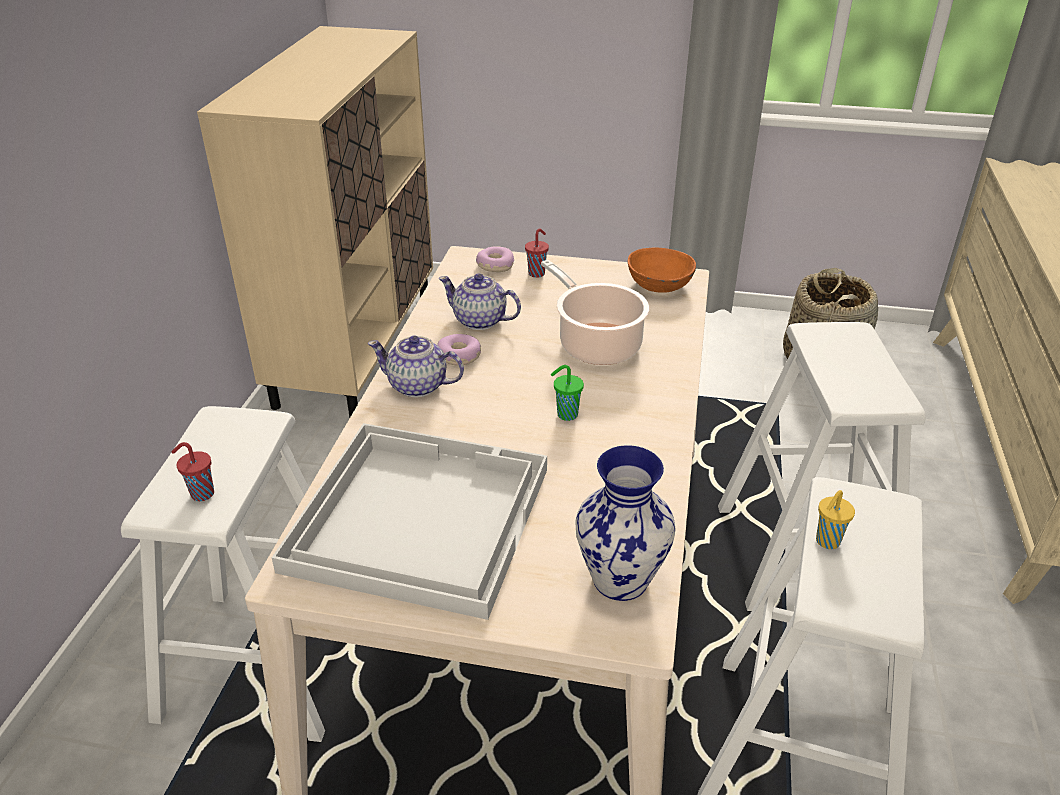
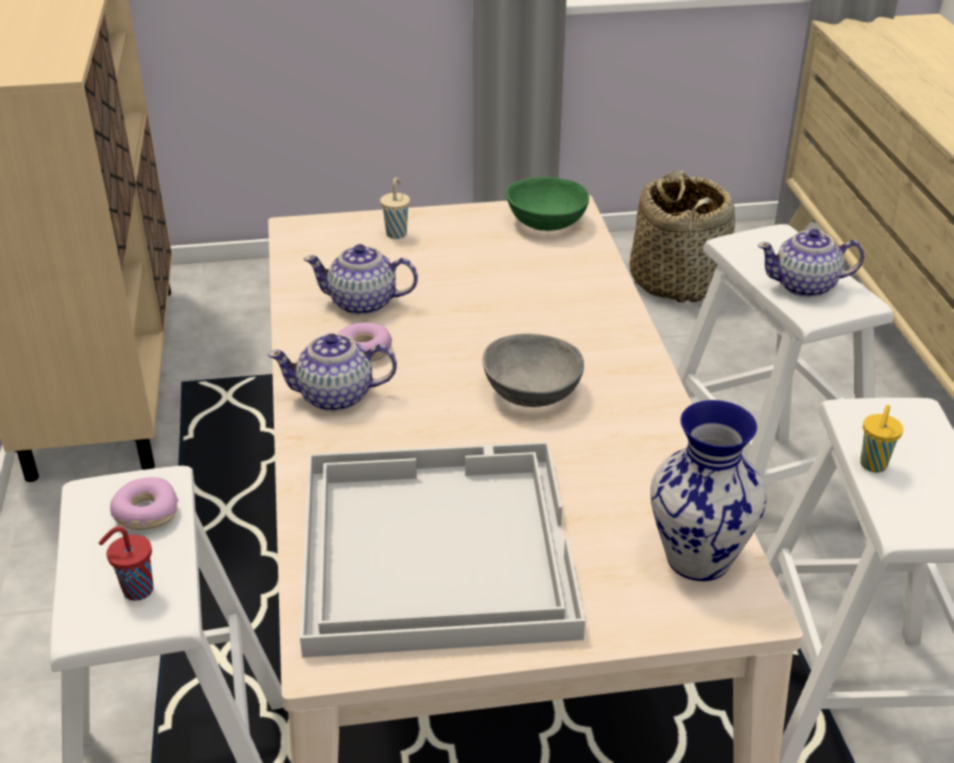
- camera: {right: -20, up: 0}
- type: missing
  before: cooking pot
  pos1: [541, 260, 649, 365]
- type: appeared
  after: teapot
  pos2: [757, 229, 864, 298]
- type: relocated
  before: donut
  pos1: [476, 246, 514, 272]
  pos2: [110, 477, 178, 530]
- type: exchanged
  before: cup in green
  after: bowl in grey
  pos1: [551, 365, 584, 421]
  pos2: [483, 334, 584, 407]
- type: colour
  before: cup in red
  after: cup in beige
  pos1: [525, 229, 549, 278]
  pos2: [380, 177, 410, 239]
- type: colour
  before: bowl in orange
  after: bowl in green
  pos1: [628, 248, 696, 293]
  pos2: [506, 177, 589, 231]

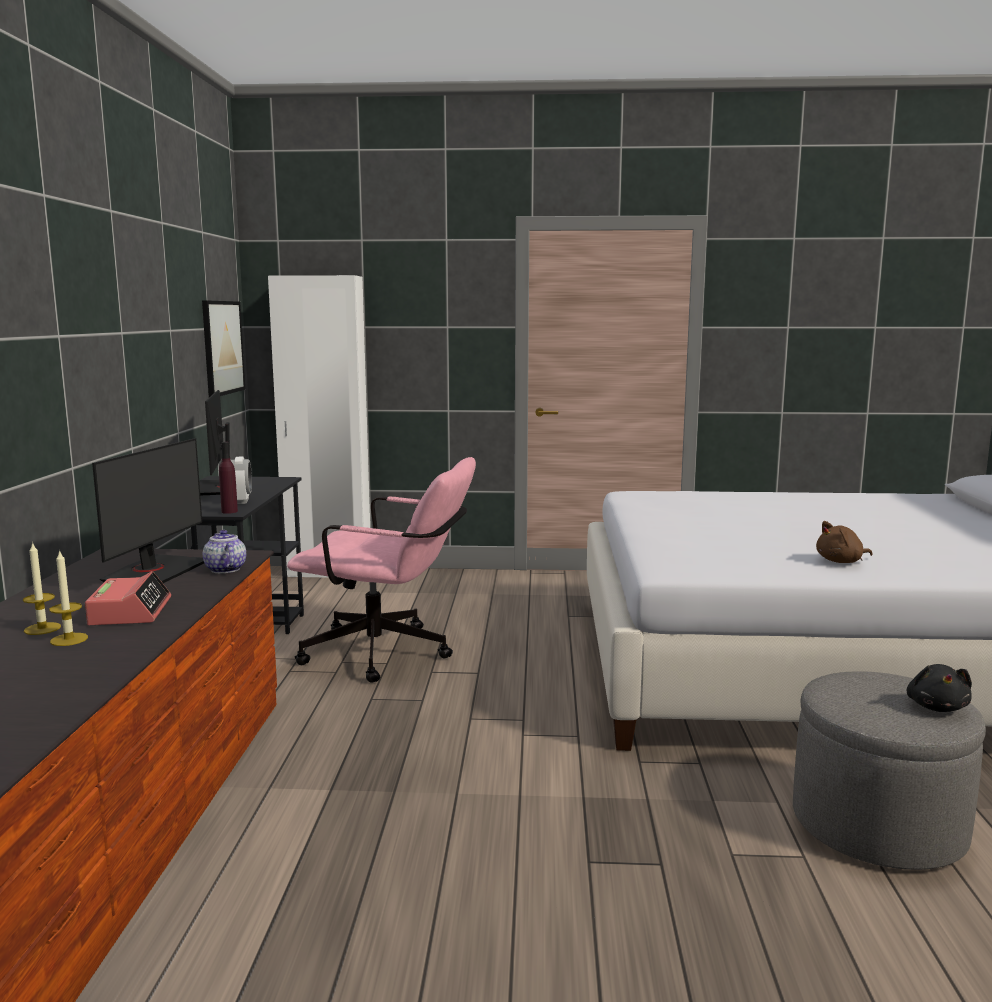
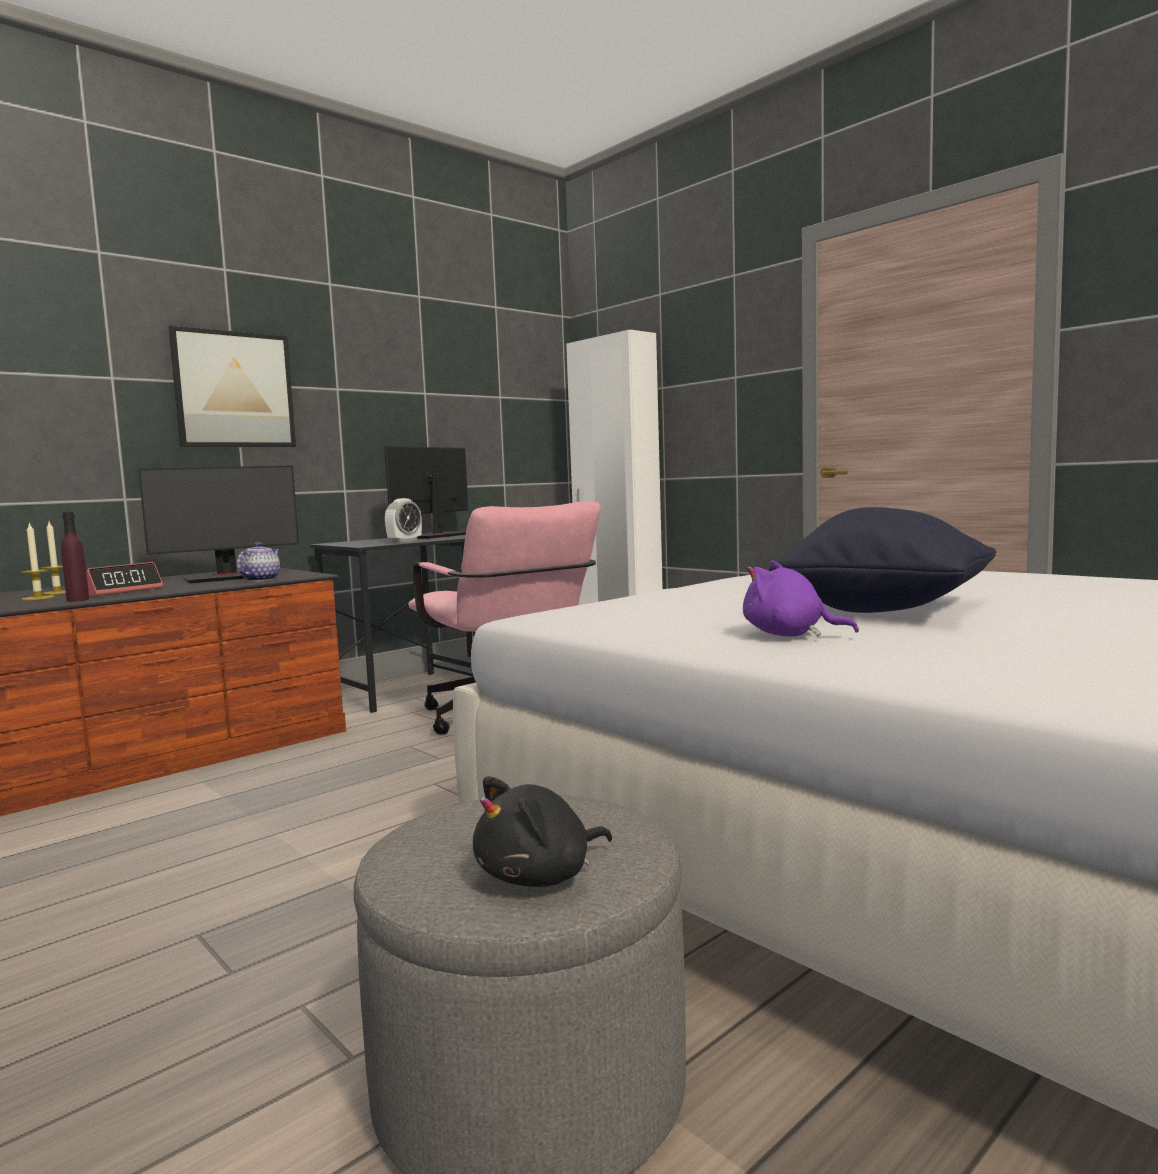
- camera: {right: 45, up: -5}
- type: appeared
  after: pillow in black
  pos2: [769, 507, 996, 613]
- type: relocated
  before: picture
  pos1: [202, 300, 245, 397]
  pos2: [169, 326, 296, 447]
- type: relocated
  before: bottle in purple
  pos1: [219, 442, 238, 514]
  pos2: [61, 512, 89, 602]
- type: colour
  before: plush toy in brown
  after: plush toy in purple
  pos1: [816, 521, 873, 563]
  pos2: [743, 560, 859, 636]

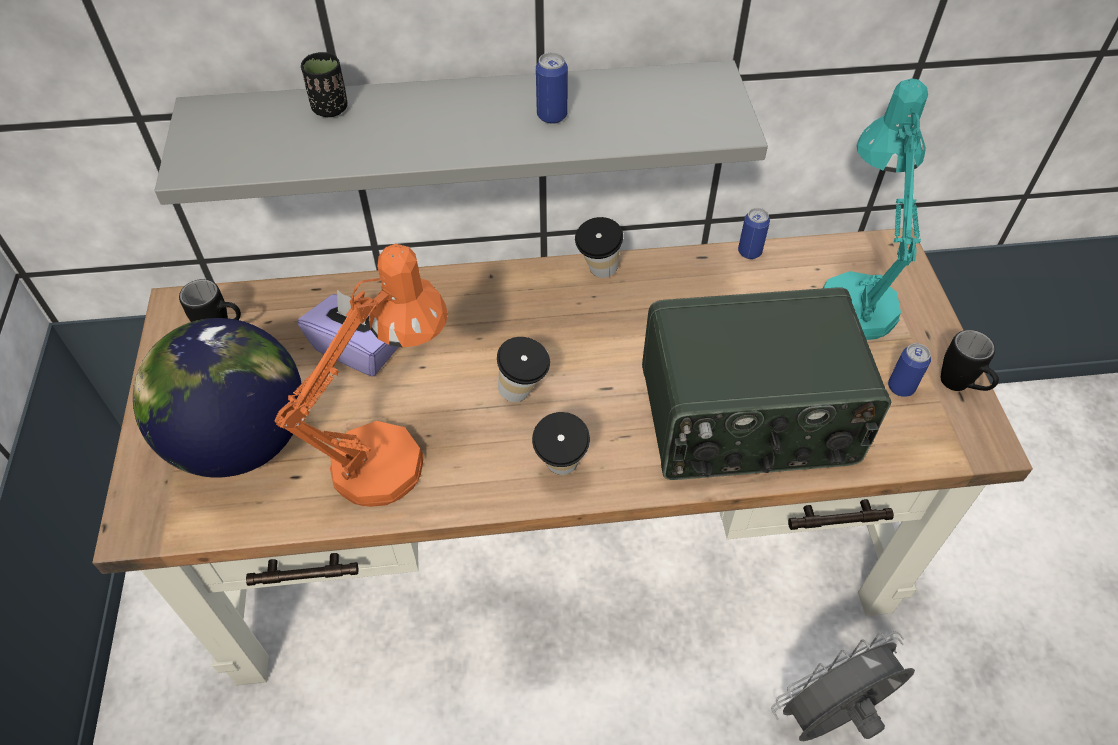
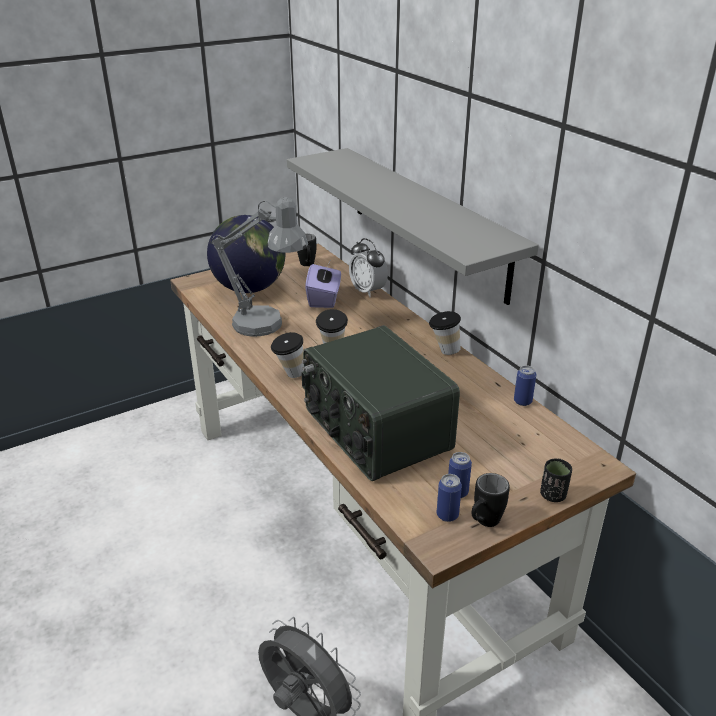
- camera: {right: 65, up: -20}
- type: missing
  before: table lamp in turquoise
  pos1: [823, 78, 928, 340]
- type: appeared
  after: alarm clock
  pos2: [349, 238, 388, 297]
- type: relocated
  before: cup in black
  pos1: [301, 52, 348, 117]
  pos2: [540, 459, 572, 502]
- type: relocated
  before: can
  pos1: [536, 52, 568, 124]
  pos2: [437, 474, 462, 522]
- type: colour
  before: table lamp in orange
  after: table lamp in grey
  pos1: [274, 244, 448, 507]
  pos2: [211, 197, 308, 337]

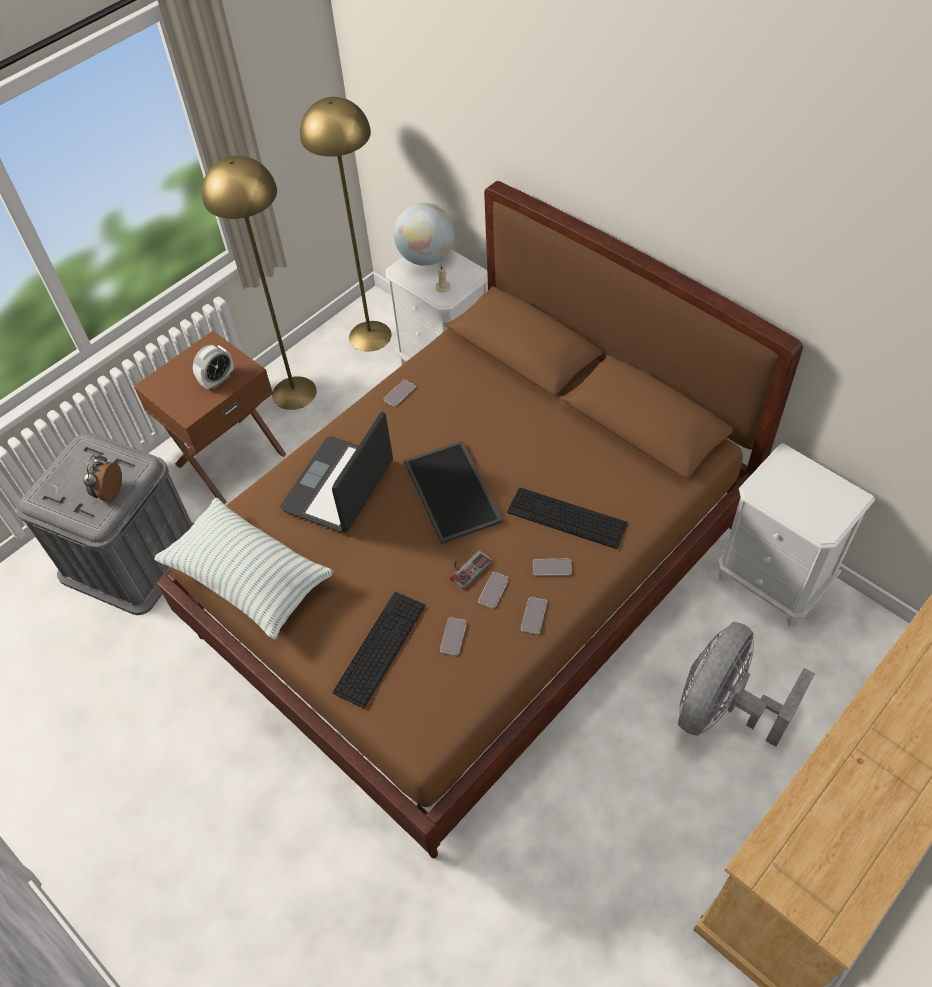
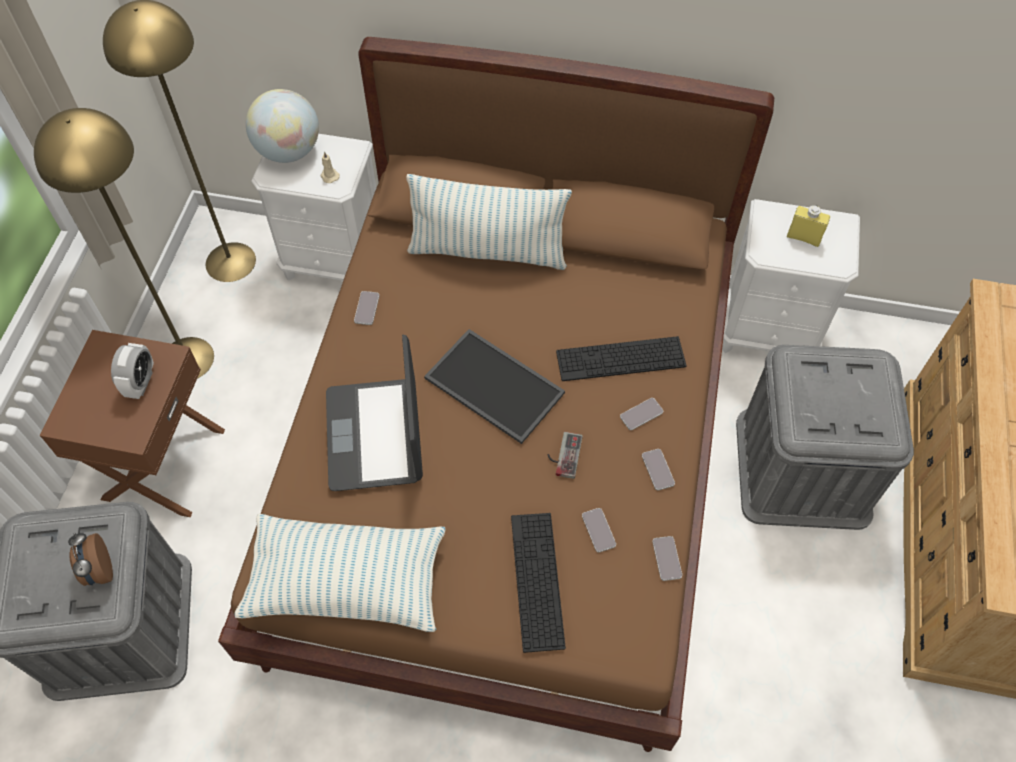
- camera: {right: -35, up: 5}
- type: appeared
  after: pillow
  pos2: [406, 174, 572, 270]
- type: appeared
  after: bottle in yellow
  pos2: [787, 205, 830, 247]
- type: relocated
  before: phone
  pos1: [478, 572, 509, 609]
  pos2: [652, 536, 682, 581]
- type: exchanged
  before: fan in grey
  after: storage box in grey
  pos1: [678, 622, 815, 747]
  pos2: [736, 345, 914, 530]

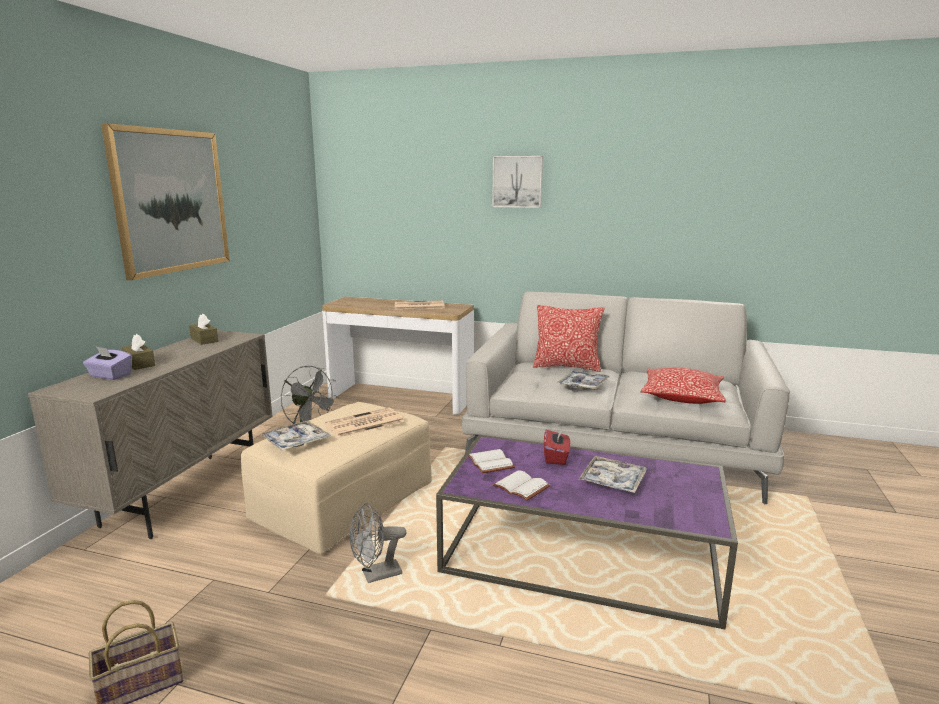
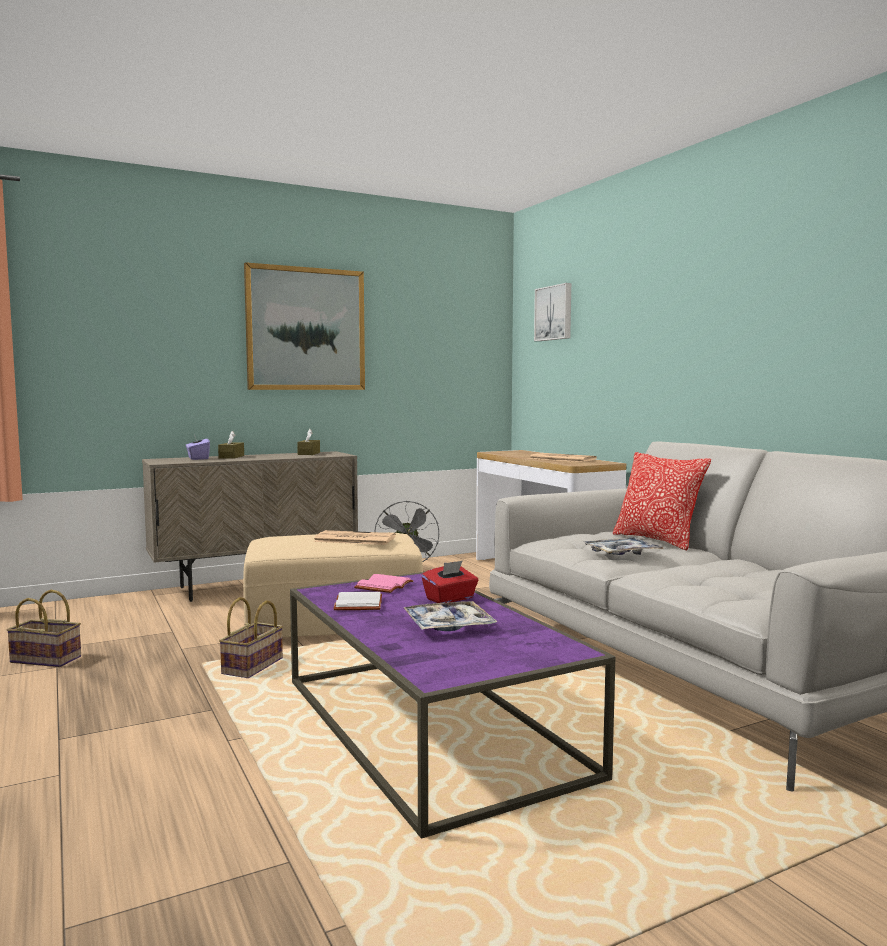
- camera: {right: 45, up: -10}
- type: missing
  before: tray
  pos1: [260, 421, 330, 450]
- type: missing
  before: pillow
  pos1: [640, 368, 726, 404]
- type: relocated
  before: picture
  pos1: [492, 156, 543, 208]
  pos2: [534, 283, 571, 341]
- type: exchanged
  before: fan in grey
  after: basket
  pos1: [350, 503, 406, 583]
  pos2: [219, 597, 283, 678]
- type: colour
  before: book in white
  after: book in pink
  pos1: [468, 449, 515, 473]
  pos2: [354, 574, 414, 593]

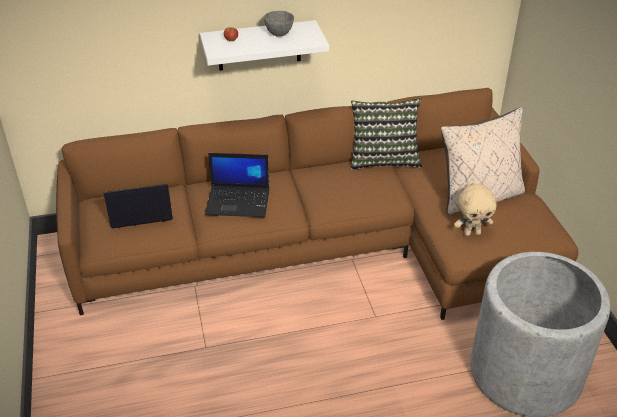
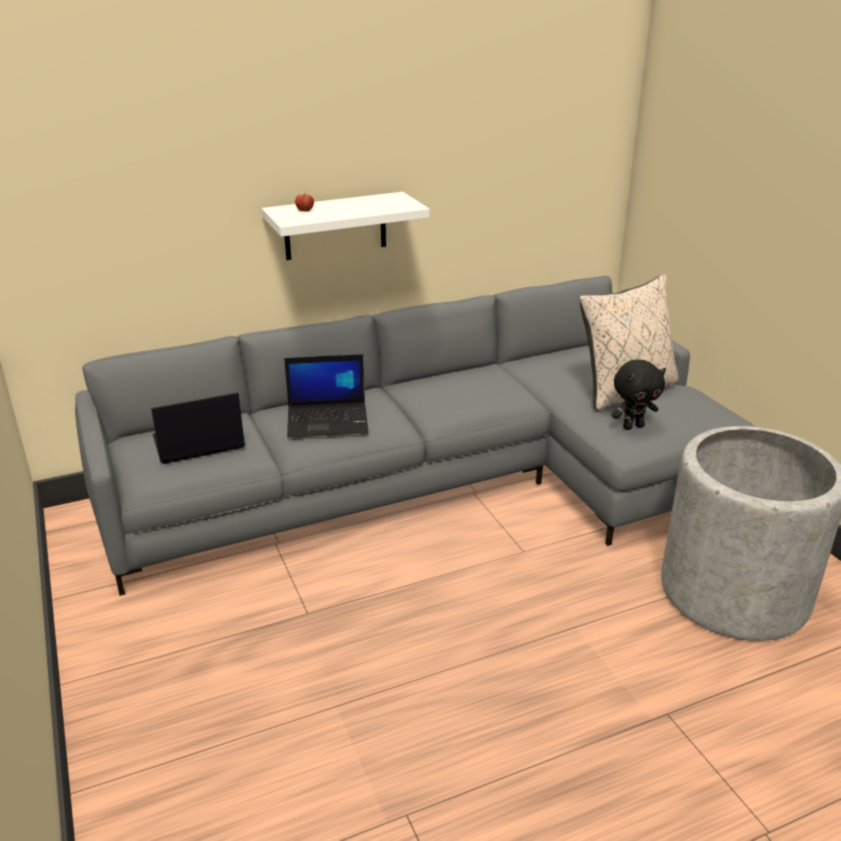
- camera: {right: -10, up: -10}
- type: missing
  before: bowl in grey
  pos1: [264, 11, 294, 37]
- type: missing
  before: pillow
  pos1: [351, 98, 422, 170]
- type: colour
  before: sofa in brown
  after: sofa in grey
  pos1: [56, 88, 578, 320]
  pos2: [75, 276, 755, 596]
- type: colour
  before: plush toy in beige
  after: plush toy in black
  pos1: [454, 184, 498, 236]
  pos2: [612, 360, 666, 430]

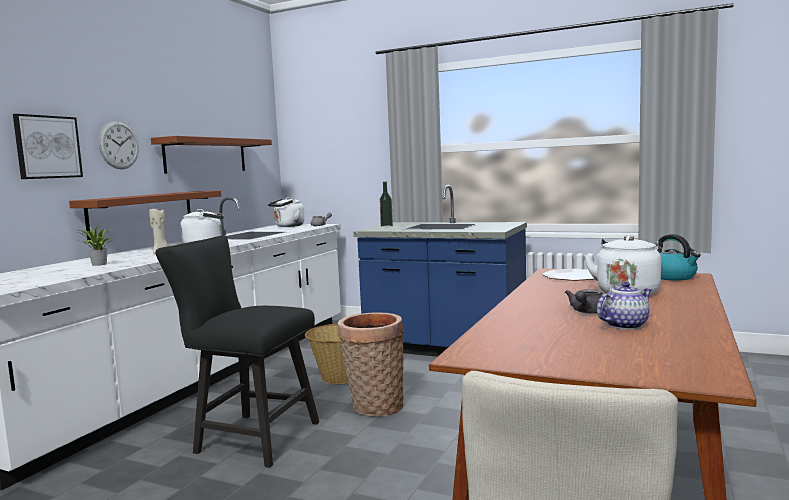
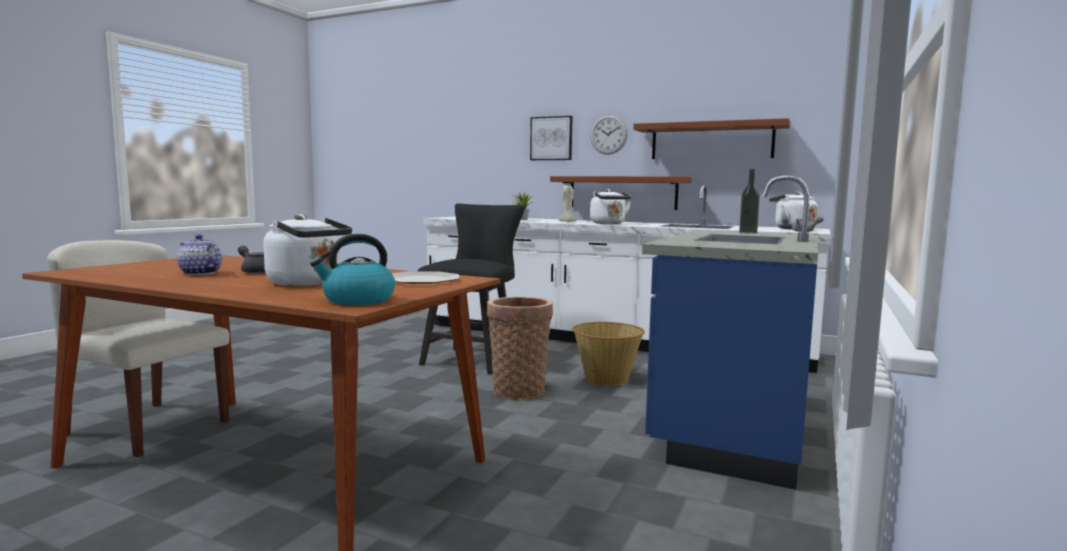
- camera: {right: 90, up: 0}
- type: spun
  before: teapot
  pos1: [597, 282, 652, 330]
  pos2: [177, 235, 222, 275]
  turn: 150

